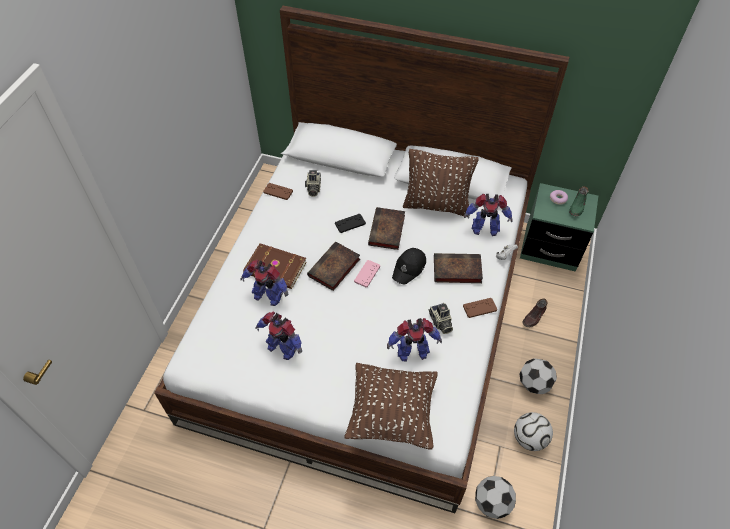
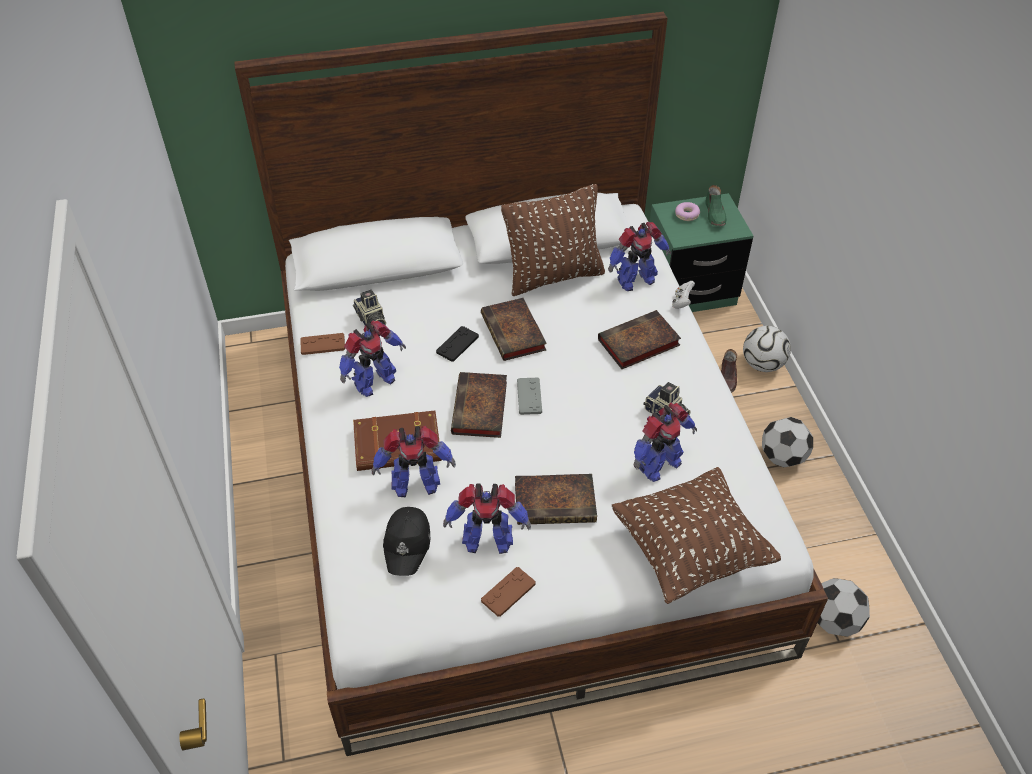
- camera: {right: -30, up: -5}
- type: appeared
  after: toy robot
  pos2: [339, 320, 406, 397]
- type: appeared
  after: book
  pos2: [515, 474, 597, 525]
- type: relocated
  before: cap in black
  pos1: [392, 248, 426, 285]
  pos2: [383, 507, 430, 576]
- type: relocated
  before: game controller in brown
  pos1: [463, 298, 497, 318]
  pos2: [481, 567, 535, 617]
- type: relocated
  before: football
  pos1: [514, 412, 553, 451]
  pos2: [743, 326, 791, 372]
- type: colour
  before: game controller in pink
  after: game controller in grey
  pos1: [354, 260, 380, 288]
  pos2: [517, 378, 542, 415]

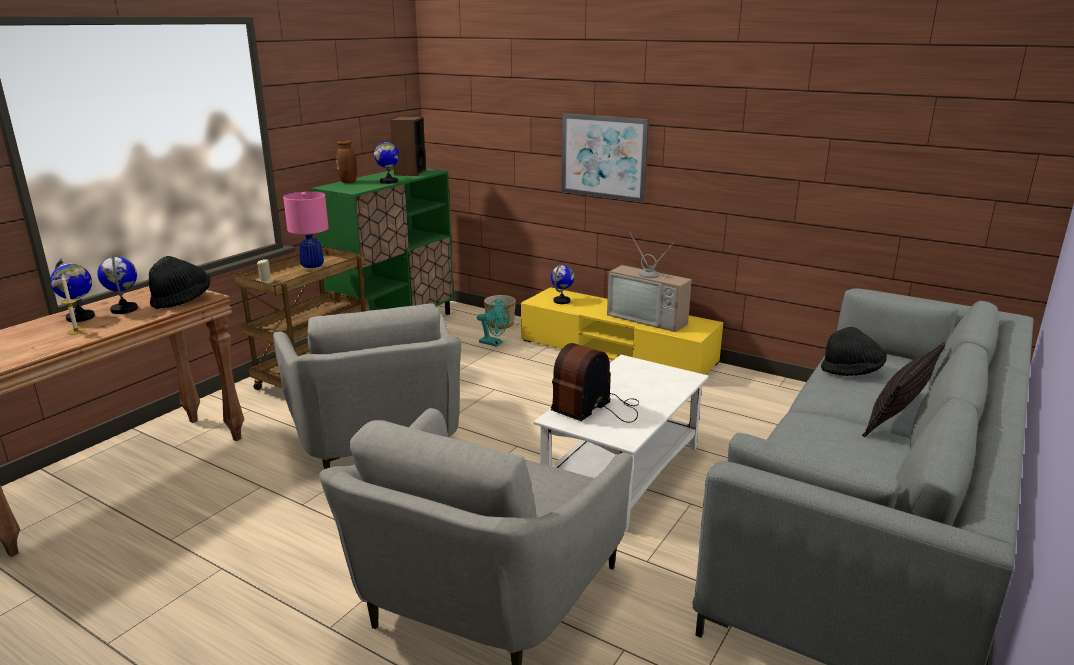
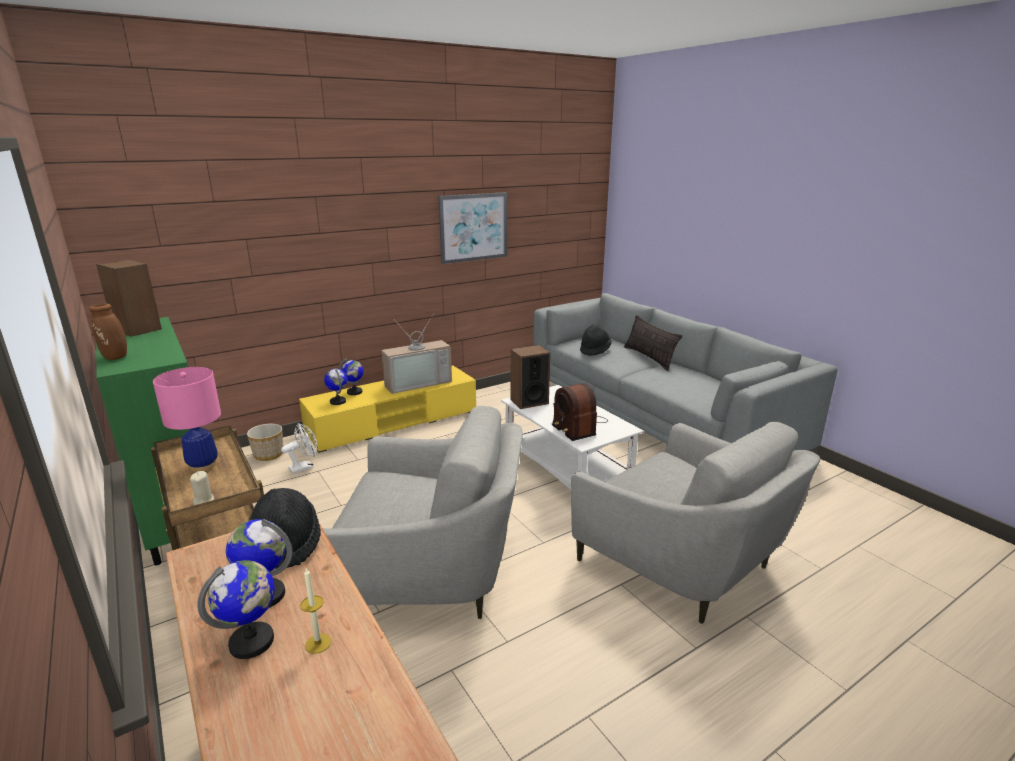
- camera: {right: -65, up: 0}
- type: appeared
  after: speaker
  pos2: [511, 345, 550, 409]
- type: relocated
  before: globe
  pos1: [374, 138, 399, 184]
  pos2: [339, 358, 364, 395]
- type: relocated
  before: picture
  pos1: [561, 113, 649, 202]
  pos2: [438, 192, 507, 264]
- type: colour
  before: fan in turquoise
  after: fan in white
  pos1: [477, 299, 510, 347]
  pos2: [281, 423, 318, 474]

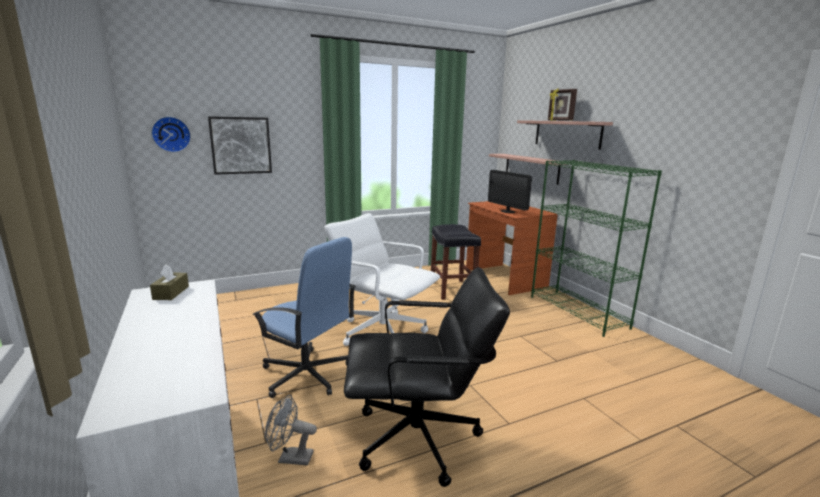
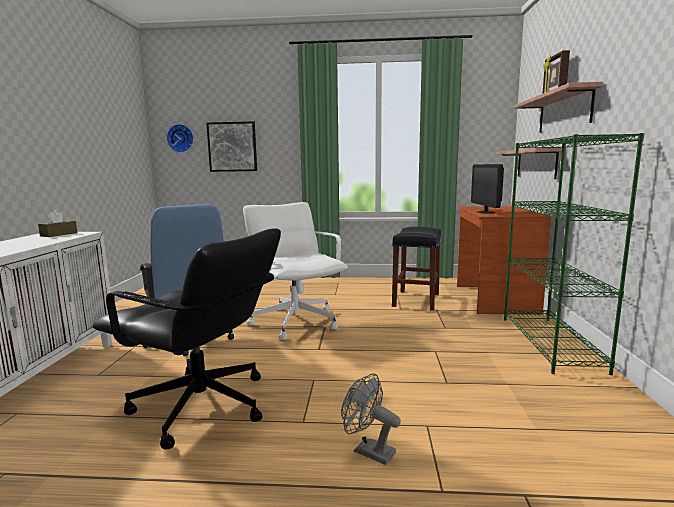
- camera: {right: 30, up: -5}
- type: relocated
  before: fan in grey
  pos1: [265, 394, 317, 466]
  pos2: [341, 373, 401, 465]

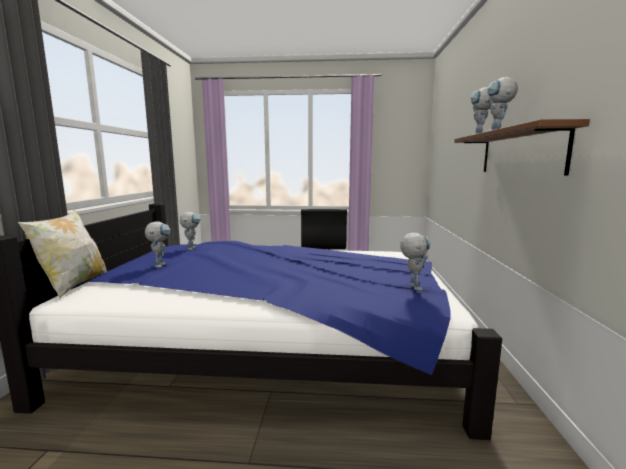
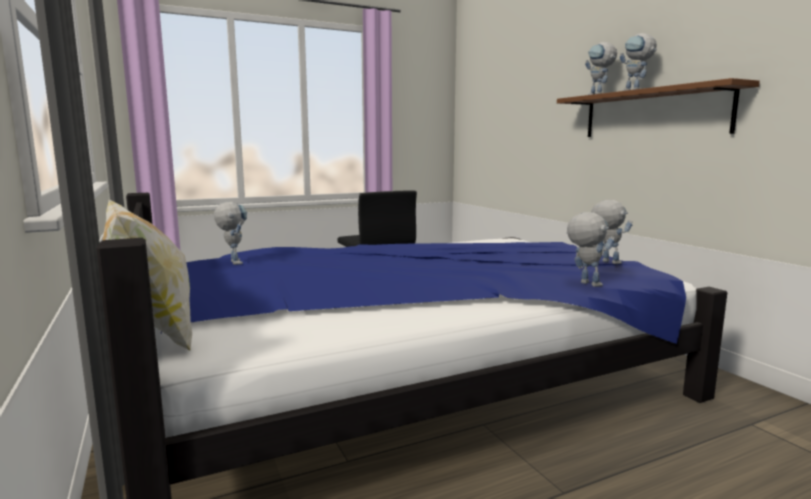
- camera: {right: -30, up: 0}
- type: relocated
  before: toy robot
  pos1: [145, 221, 170, 268]
  pos2: [566, 212, 615, 287]

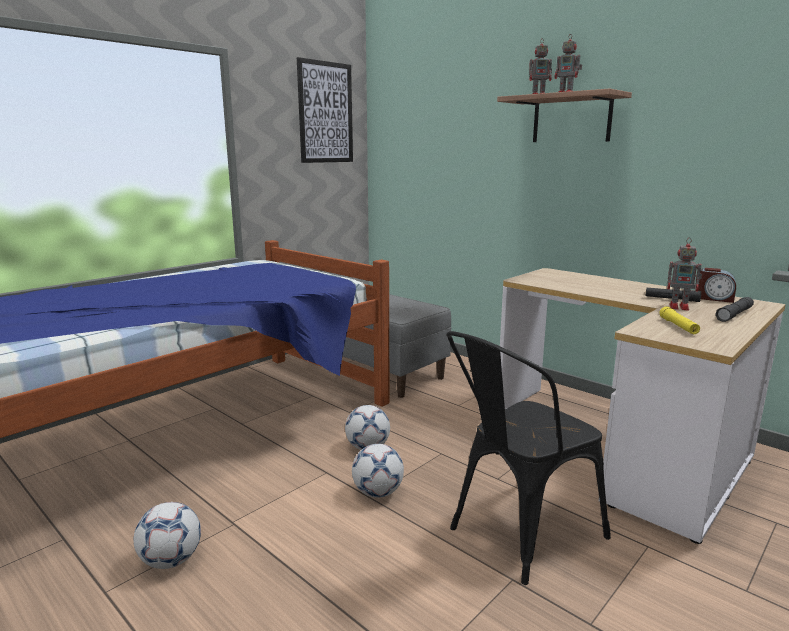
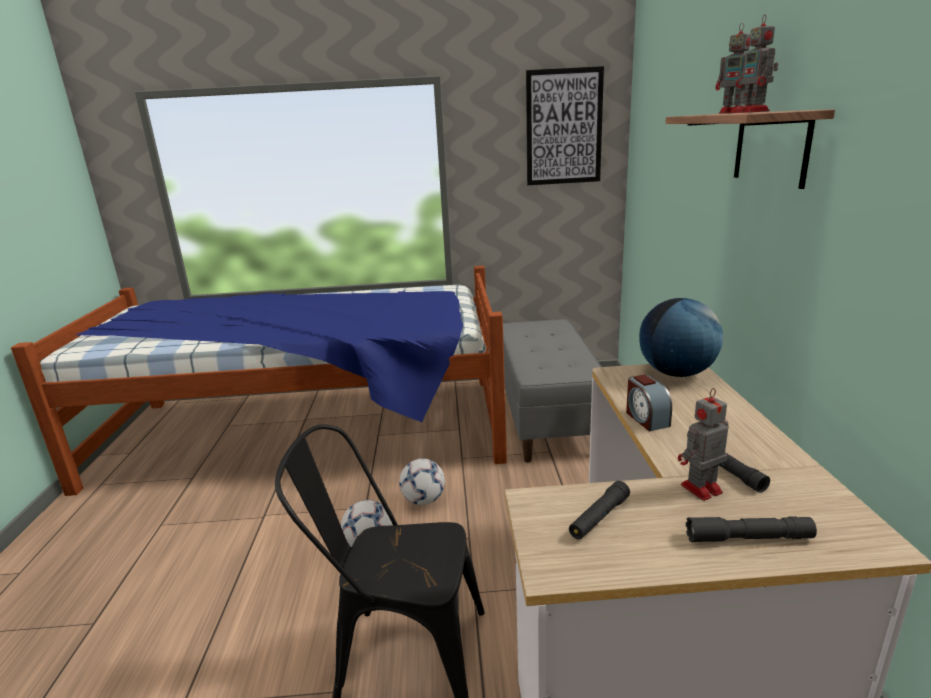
- camera: {right: 45, up: 5}
- type: missing
  before: football
  pos1: [134, 502, 201, 569]
- type: appeared
  after: globe
  pos2: [639, 298, 723, 377]
- type: relocated
  before: alarm clock
  pos1: [698, 268, 736, 303]
  pos2: [626, 375, 672, 431]
- type: colour
  before: flashlight in yellow
  after: flashlight in black
  pos1: [659, 306, 700, 334]
  pos2: [569, 481, 630, 540]
- type: spun
  before: toy robot
  pos1: [667, 238, 702, 310]
  pos2: [678, 388, 728, 501]
  turn: 90

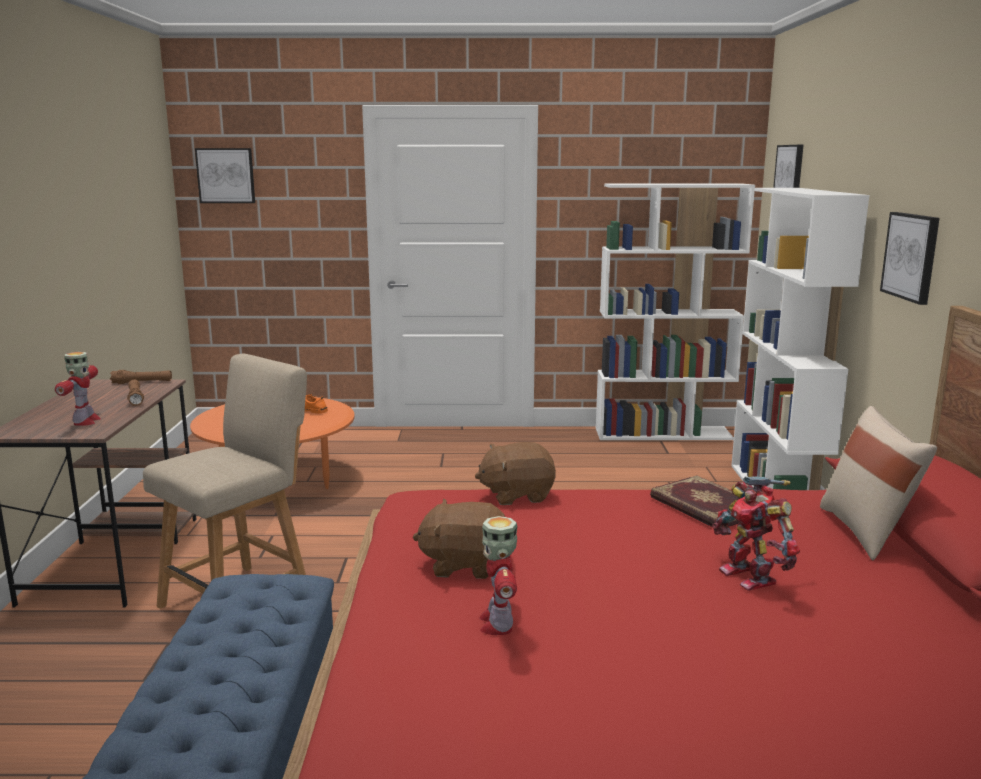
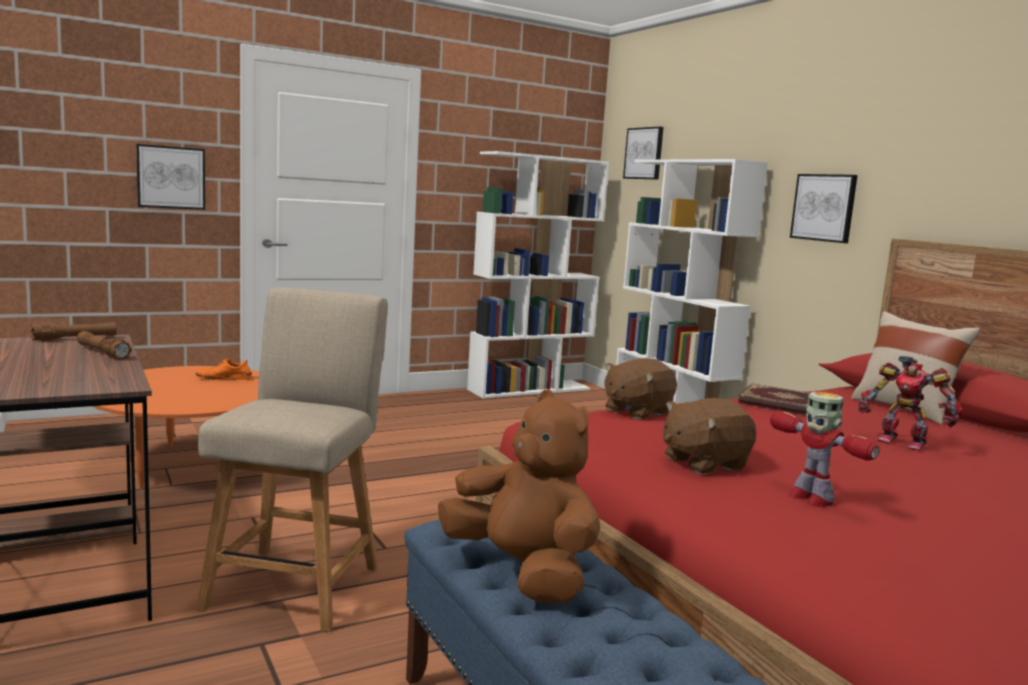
- camera: {right: -30, up: -5}
- type: missing
  before: toy robot
  pos1: [55, 352, 101, 426]
- type: appeared
  after: plush toy in brown
  pos2: [438, 390, 600, 603]
- type: relocated
  before: picture
  pos1: [195, 148, 255, 203]
  pos2: [136, 144, 205, 210]

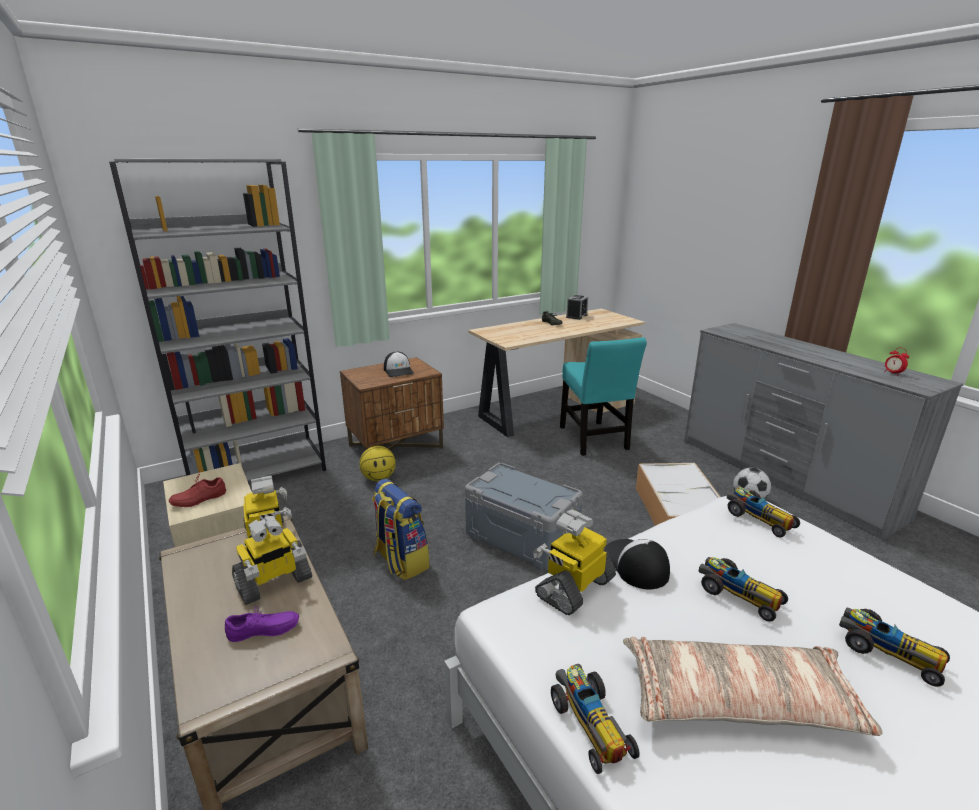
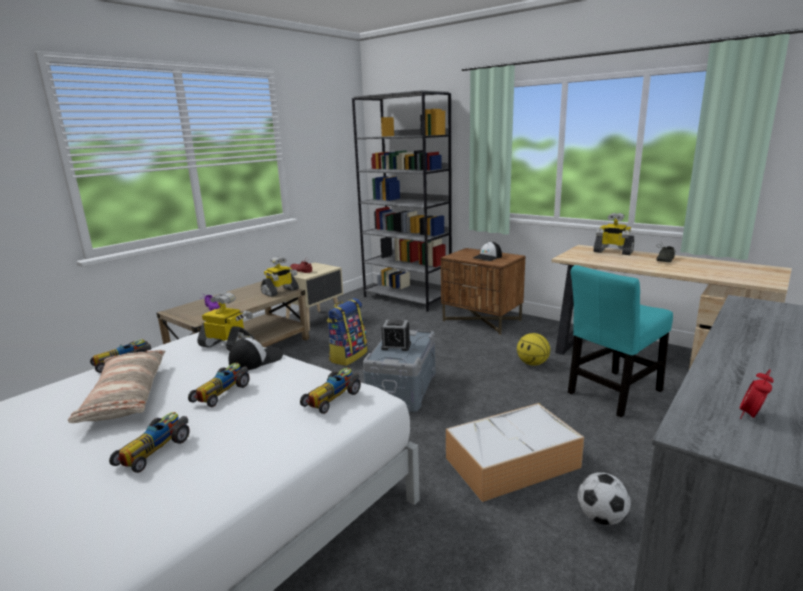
- camera: {right: 70, up: -5}
- type: relocated
  before: toy robot
  pos1: [232, 516, 312, 605]
  pos2: [593, 213, 634, 255]
- type: relocated
  before: basketball
  pos1: [359, 446, 396, 481]
  pos2: [517, 333, 550, 366]
- type: relocated
  before: alarm clock
  pos1: [566, 295, 588, 320]
  pos2: [381, 319, 411, 351]

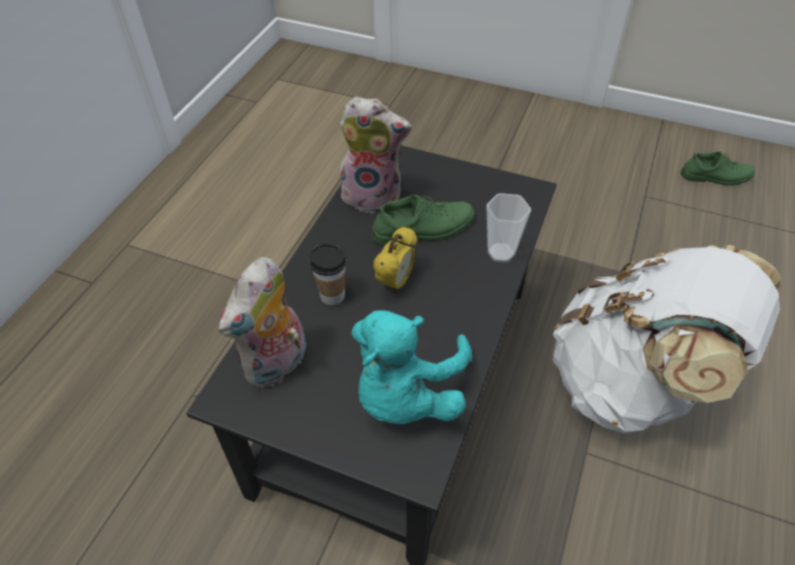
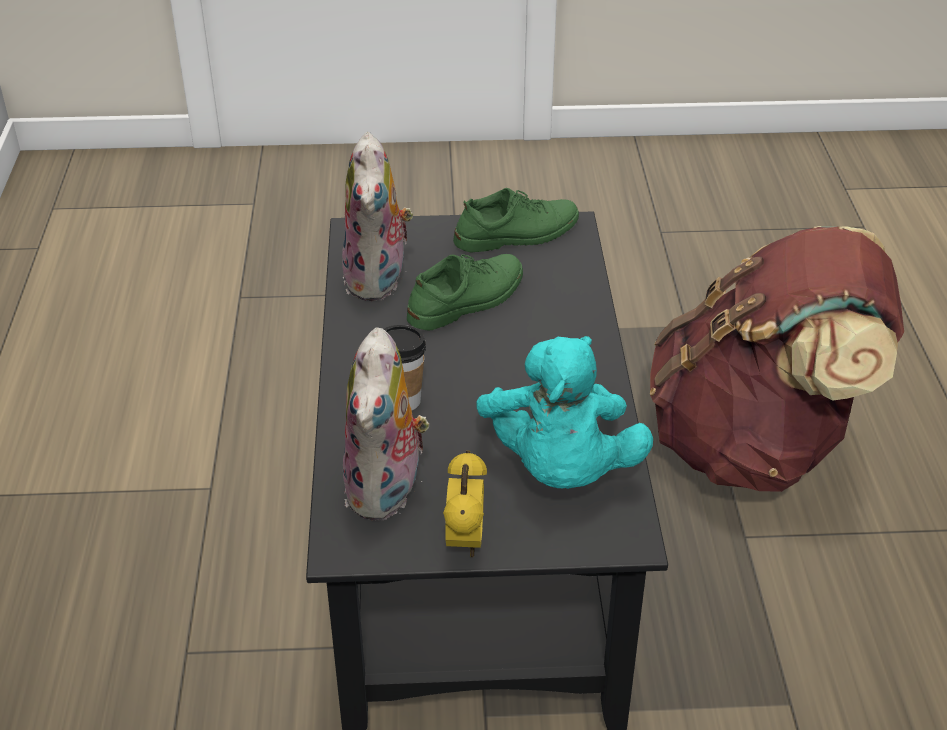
- camera: {right: -25, up: -10}
- type: missing
  before: cup
  pos1: [487, 193, 531, 262]
- type: relocated
  before: alarm clock
  pos1: [373, 226, 417, 294]
  pos2: [443, 451, 487, 557]
- type: relocated
  before: shoe in green
  pos1: [680, 151, 755, 186]
  pos2: [453, 188, 579, 252]
- type: colour
  before: backpack in white
  after: backpack in brown
  pos1: [552, 245, 782, 433]
  pos2: [650, 226, 904, 492]
- type: spun
  before: plush toy
  pos1: [340, 96, 412, 213]
  pos2: [342, 132, 413, 301]
  turn: 105

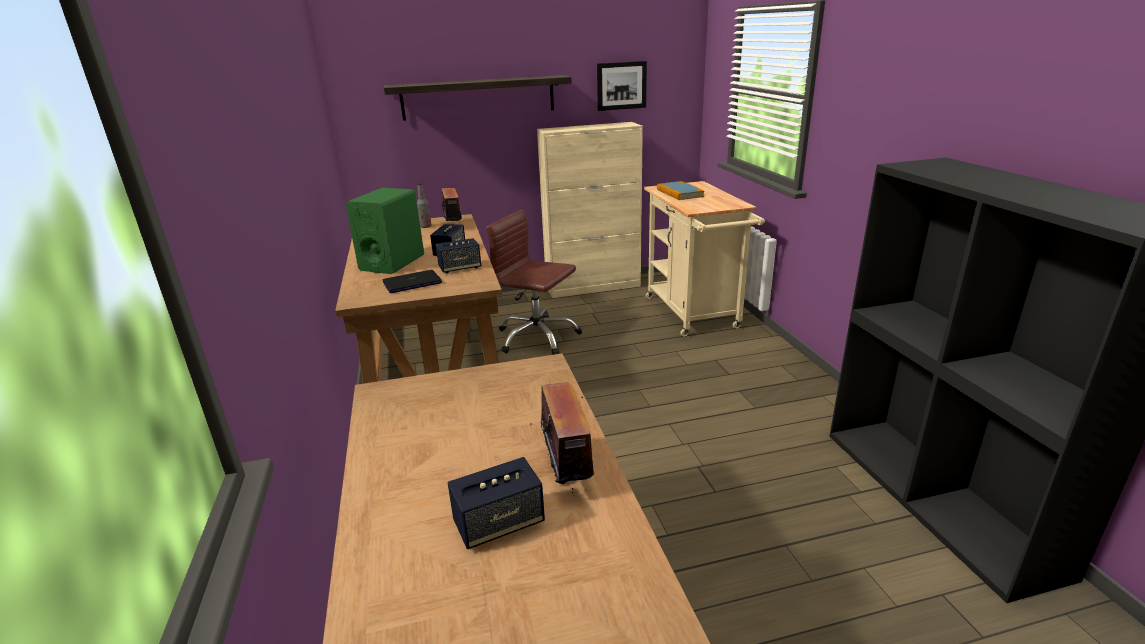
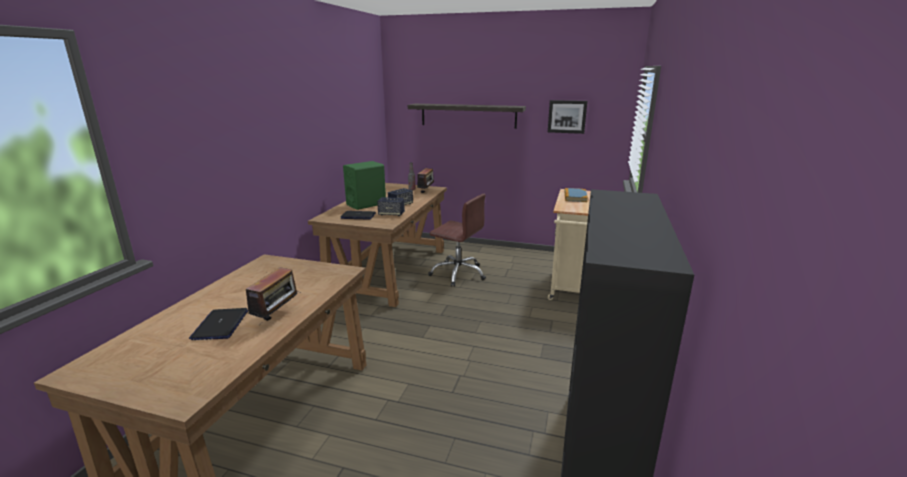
- camera: {right: 30, up: -5}
- type: missing
  before: cabinet in beige
  pos1: [537, 122, 643, 298]
- type: exchanged
  before: speaker
  after: laptop
  pos1: [448, 457, 545, 549]
  pos2: [189, 308, 248, 340]
- type: spun
  before: office chair in brown
  pos1: [486, 210, 582, 355]
  pos2: [428, 194, 486, 287]
  turn: 150

